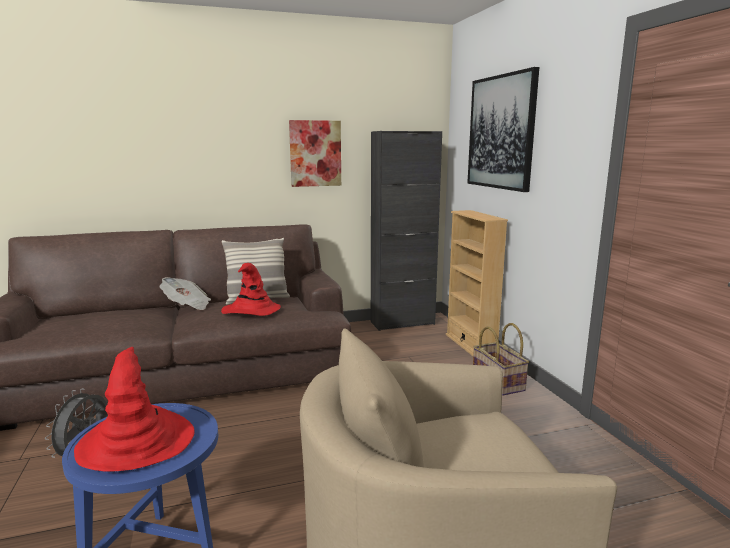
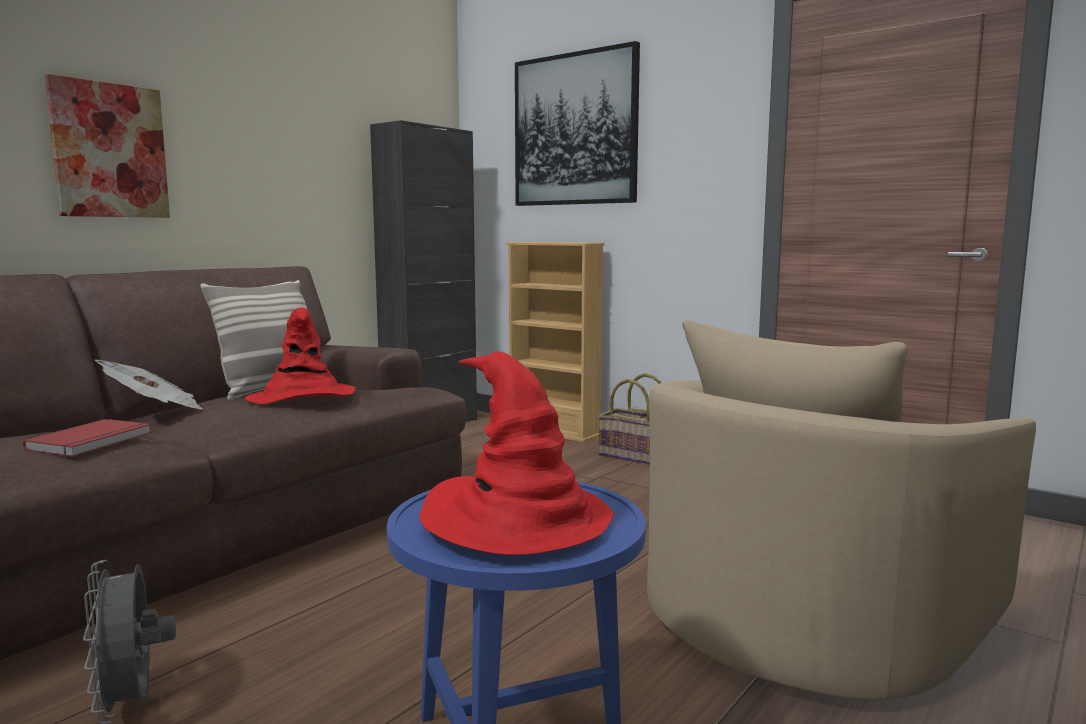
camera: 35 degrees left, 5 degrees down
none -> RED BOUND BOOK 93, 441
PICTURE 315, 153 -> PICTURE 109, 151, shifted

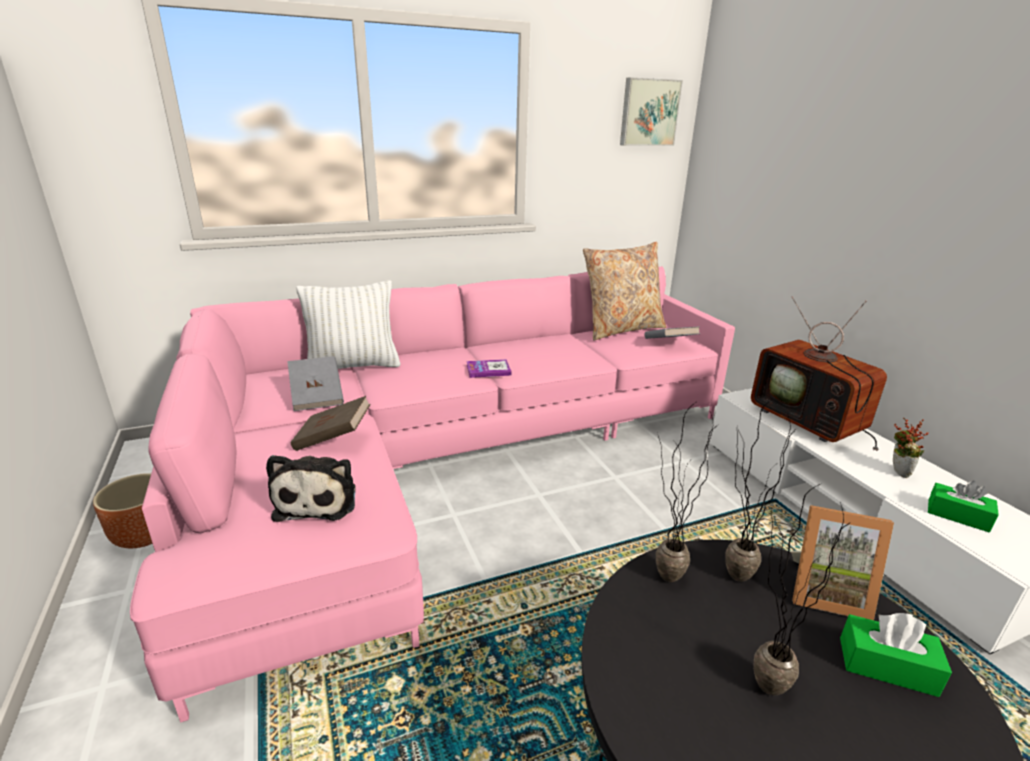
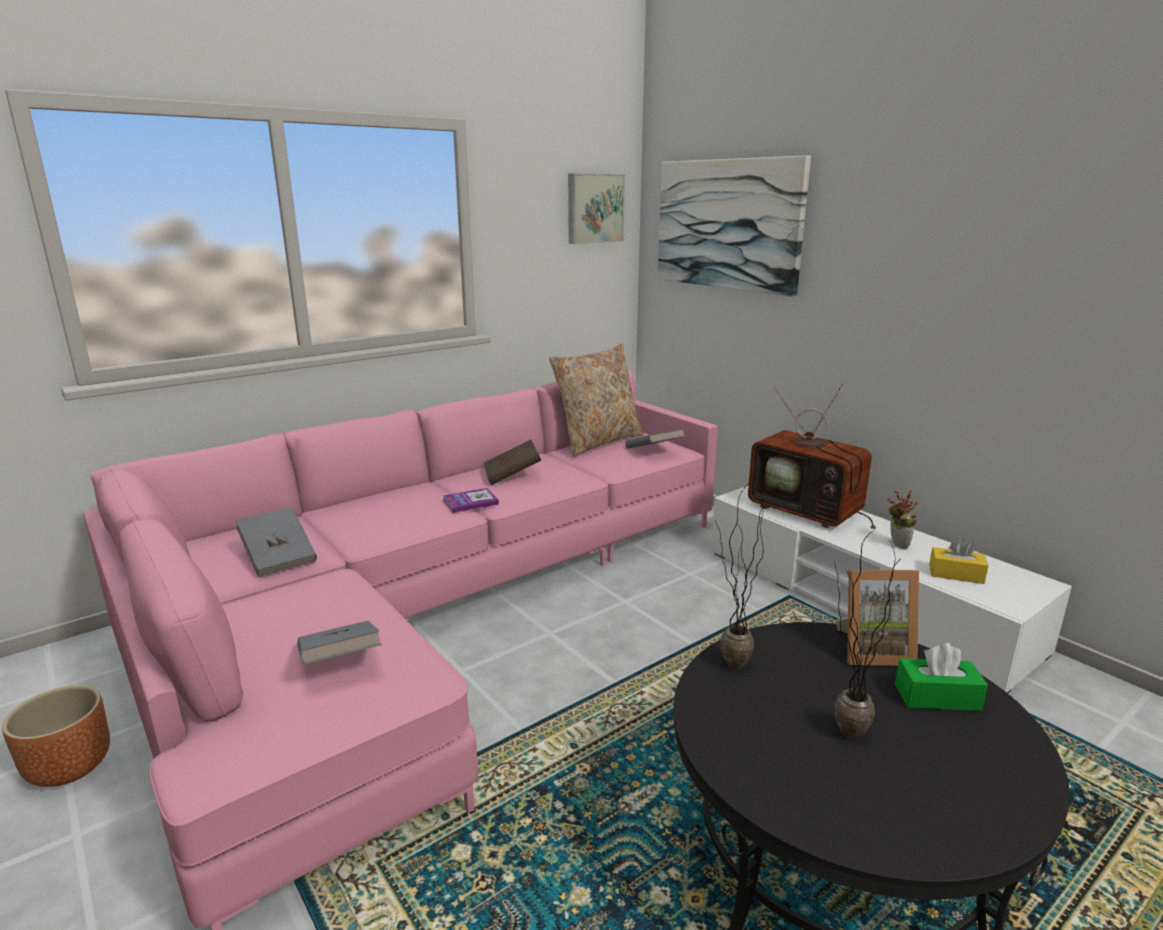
camera: 15 degrees left, 5 degrees down
PLUSH TOY 318, 499 -> GRAY BOUND BOOK 340, 662
BROWN BOUND BOOK 333, 439 -> BROWN BOUND BOOK 512, 476, shifted
none -> PICTURE 728, 224
GREEN-COLOURED TISSUE BOX 957, 515 -> YELLOW-COLOURED TISSUE BOX 956, 574
WHITE-COLOURED THROW PILLOW 354, 366 -> none
PLANT IN A POT 727, 575 -> none

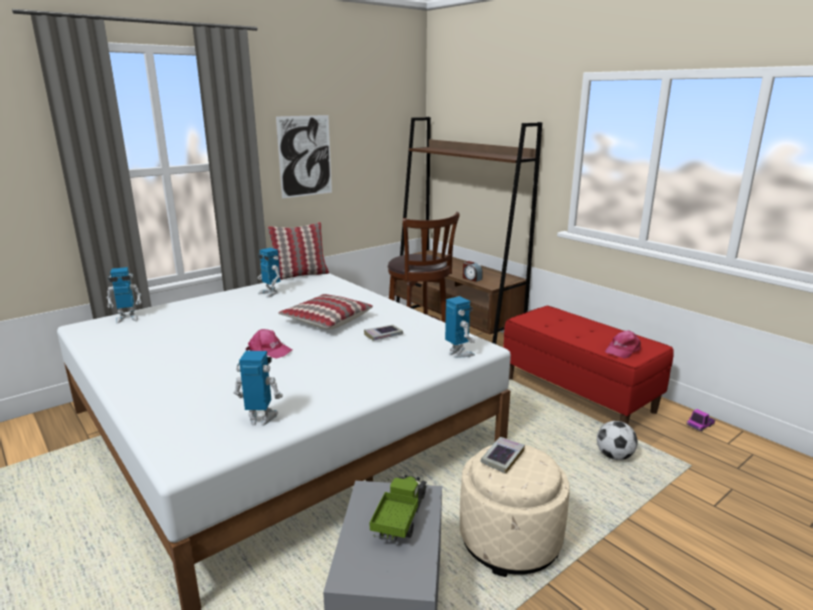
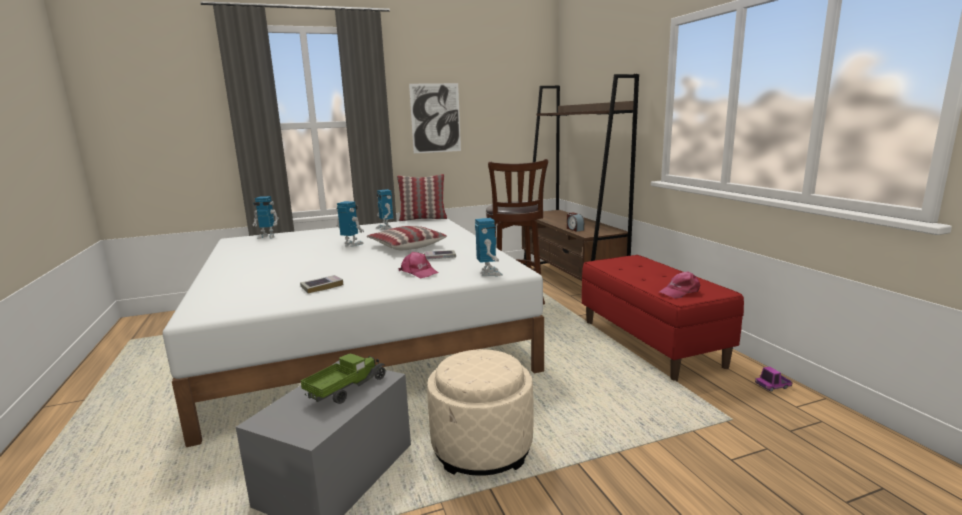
camera: 20 degrees right, 5 degrees down
BOUND BOOK 502, 457 -> BOUND BOOK 322, 287, shifted
TOY ROBOT 261, 419 -> TOY ROBOT 351, 245, shifted
PINKISH BASEBALL CAP 269, 350 -> PINKISH BASEBALL CAP 419, 272, shifted
BALL FOR FOOTBALL 614, 456 -> none

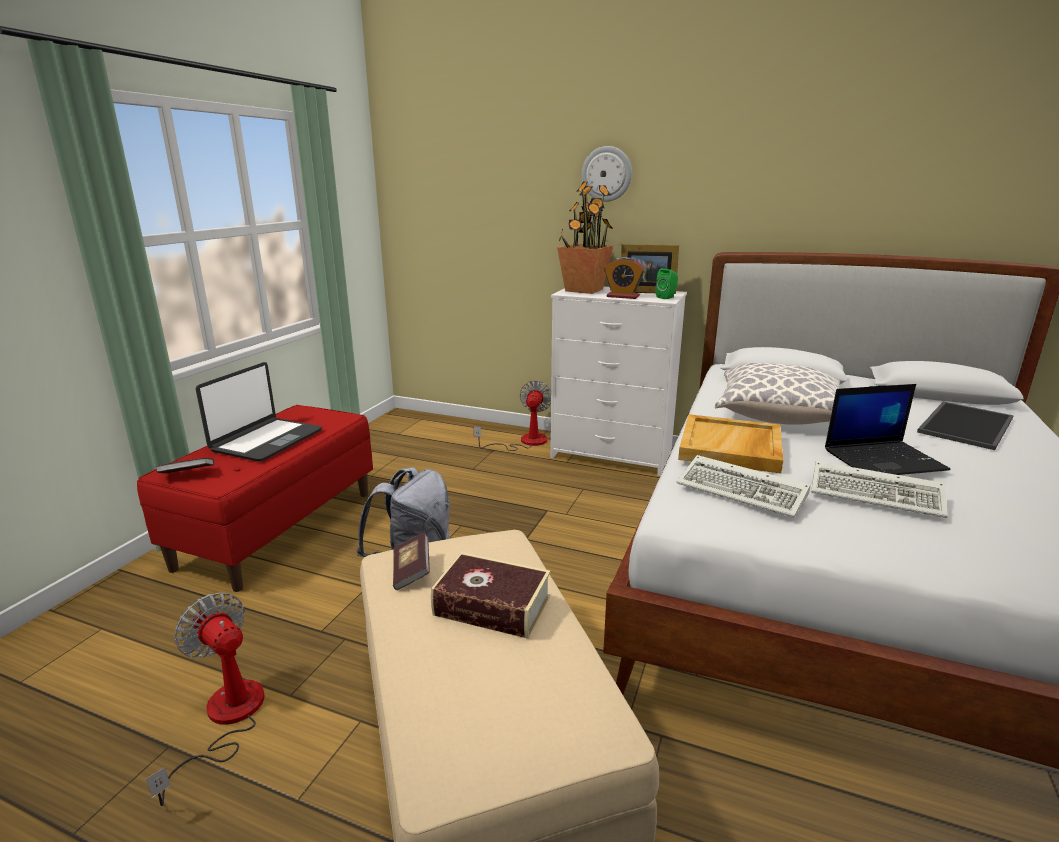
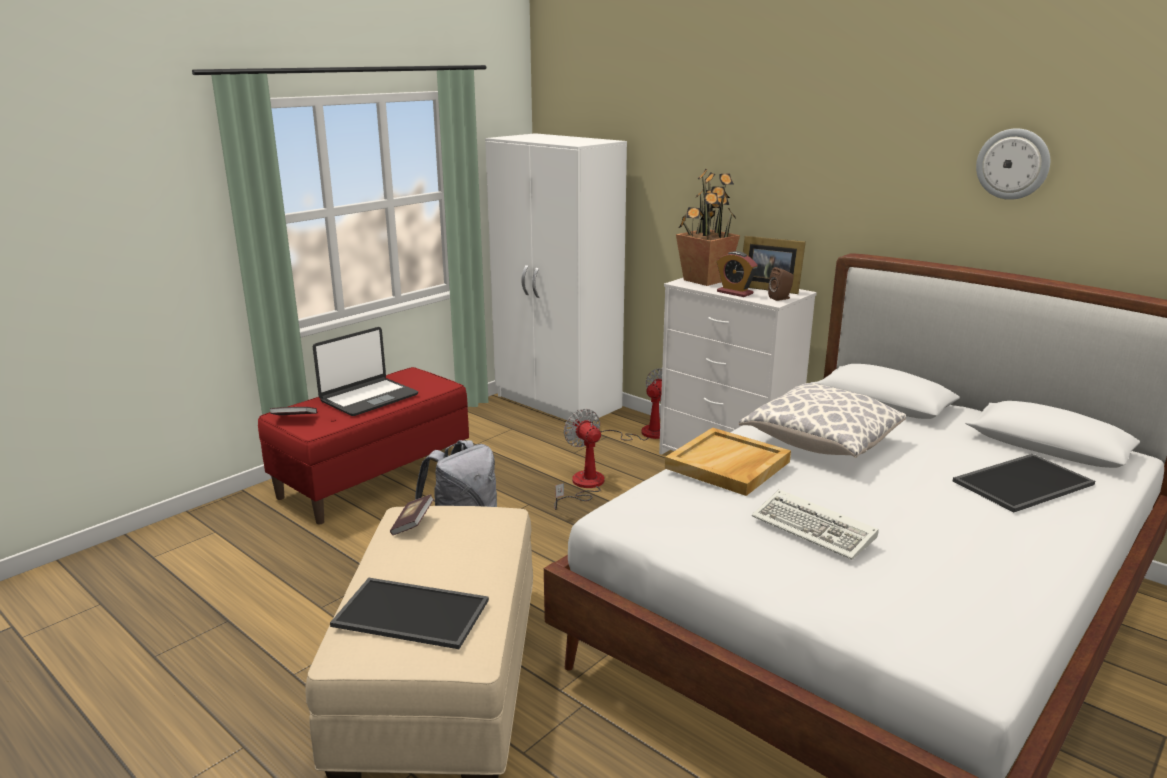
camera: 20 degrees right, 0 degrees up
none -> TRAY 409, 614
none -> WHITE-COLOURED CLOTHES CUPBOARD 558, 402
FAN 225, 720 -> FAN 583, 486, shifted
GREEN-COLOURED AUDIO SPEAKER 667, 297 -> BROWN AUDIO SPEAKER 781, 298
CLOCK ON THE WALL 606, 174 -> CLOCK ON THE WALL 1013, 164, shifted
BOUND BOOK 492, 606 -> none
COMPUTER KEYBOARD 744, 491 -> none
NOTEBOOK COMPUTER 884, 459 -> none

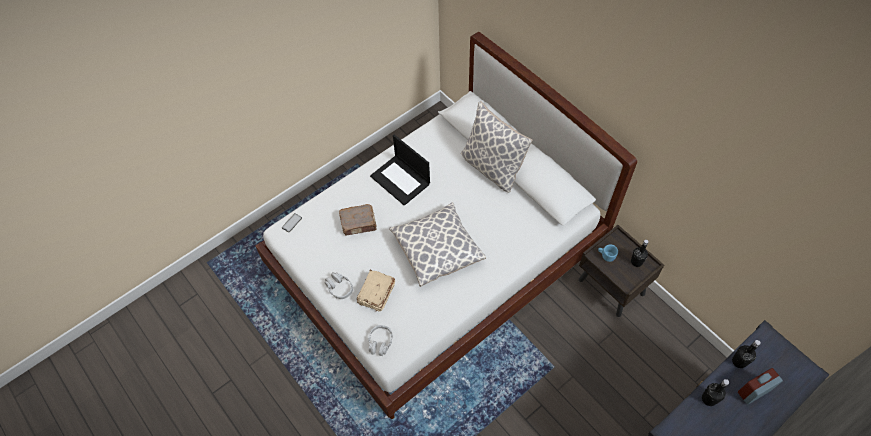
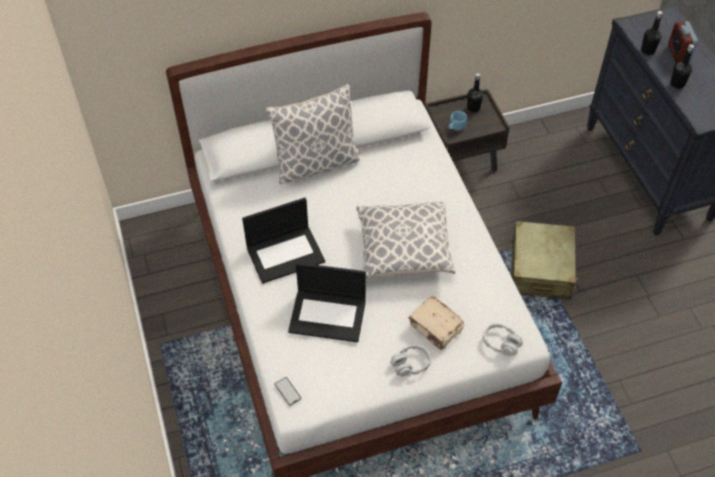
camera: 70 degrees left, 5 degrees down
BROWN BOUND BOOK 359, 223 -> NOTEBOOK COMPUTER 328, 315
none -> SAND-COLOURED SUITCASE 540, 269

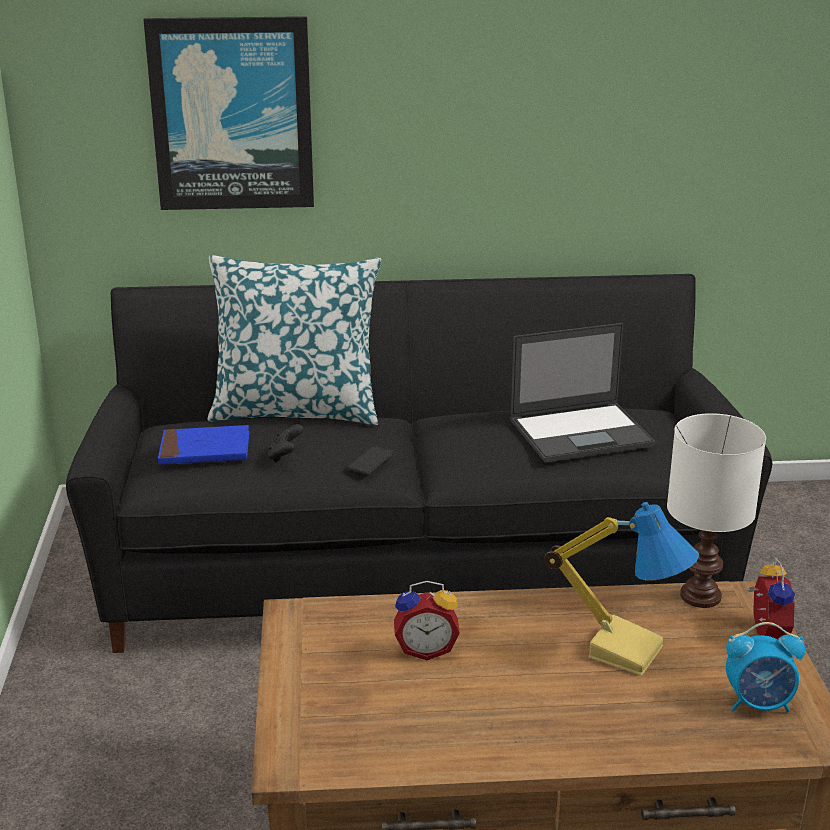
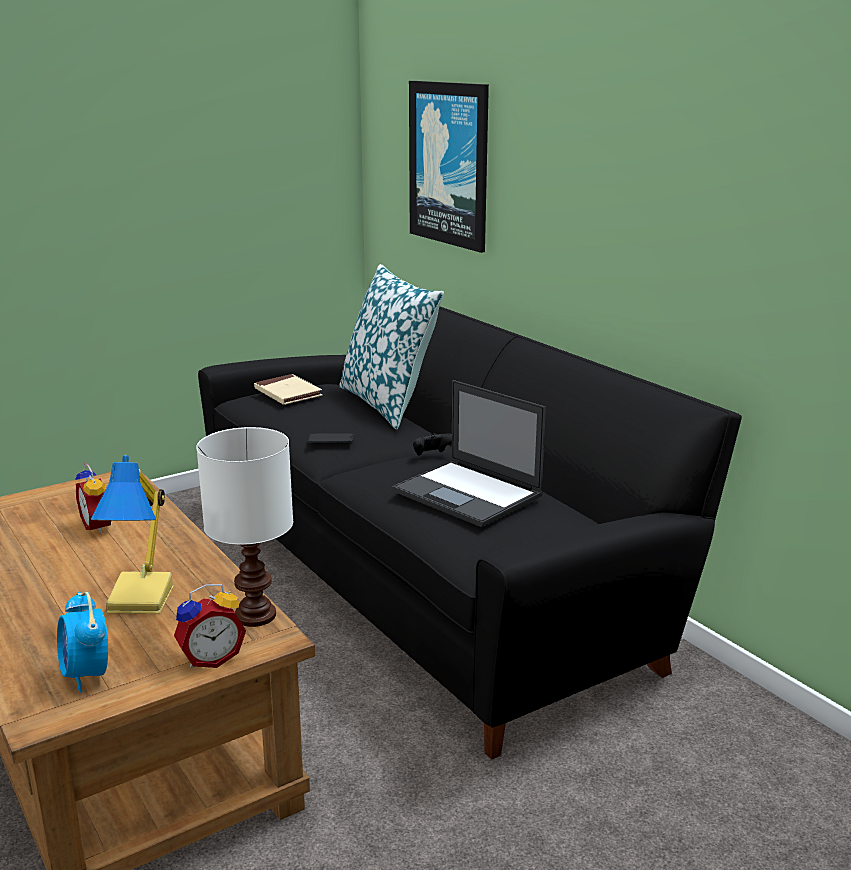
camera: 60 degrees right, 5 degrees down
BLUISH BOUND BOOK 205, 450 -> SAND-COLOURED BOUND BOOK 288, 393
BLACKISH GAMEPAD 285, 456 -> BLACKISH GAMEPAD 432, 455, shifted

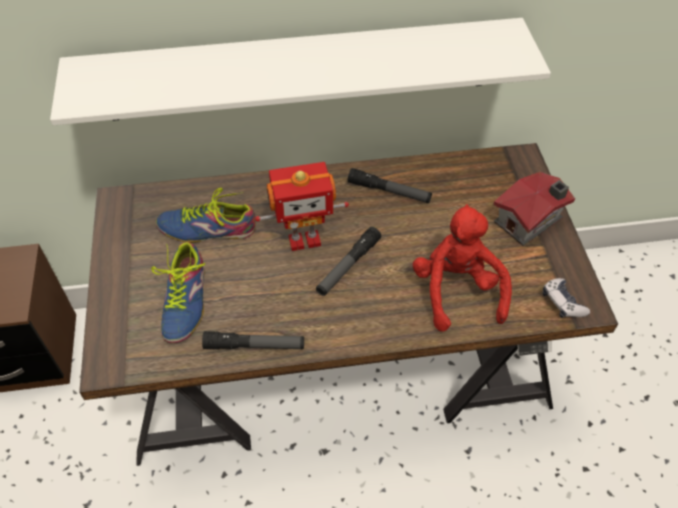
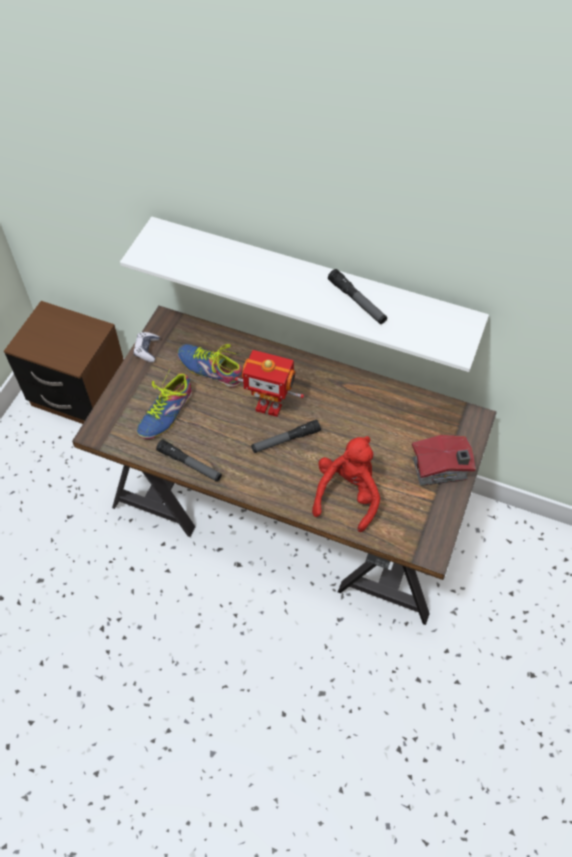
camera: 30 degrees right, 5 degrees up
GAMEPAD 562, 303 -> GAMEPAD 147, 350, shifted
HAND TORCH 389, 191 -> HAND TORCH 357, 301, shifted

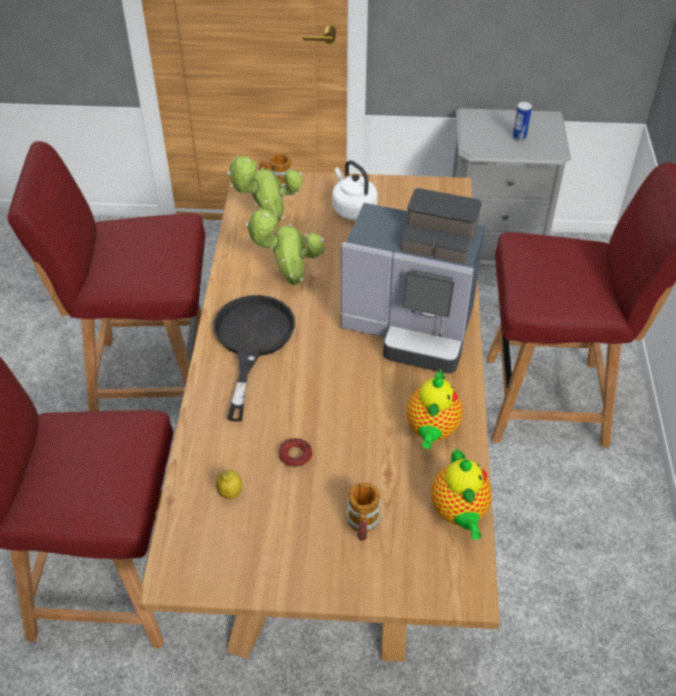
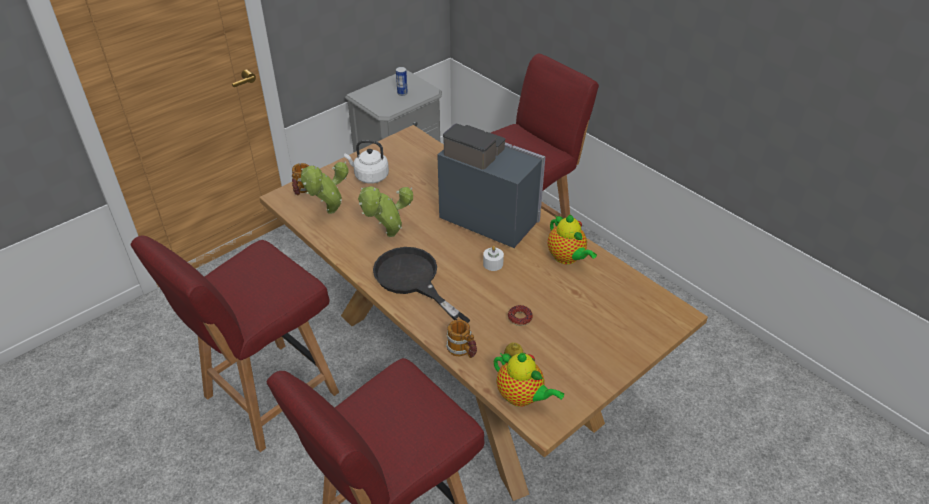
camera: 45 degrees left, 5 degrees down
COFFEE MACHINE 411, 327 -> COFFEE MACHINE 488, 216, 120 degrees counterclockwise
COFFEE MUG 362, 525 -> COFFEE MUG 462, 350, shifted
none -> WHITE-COLOURED CANDLE 493, 264
TEAPOT 459, 513 -> TEAPOT 522, 397, shifted

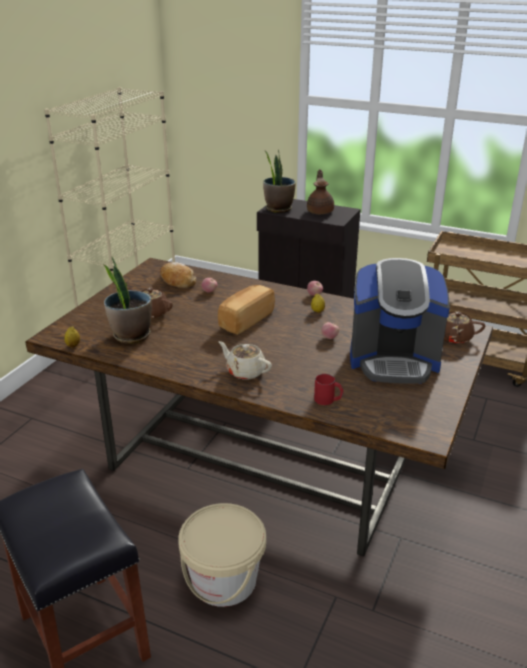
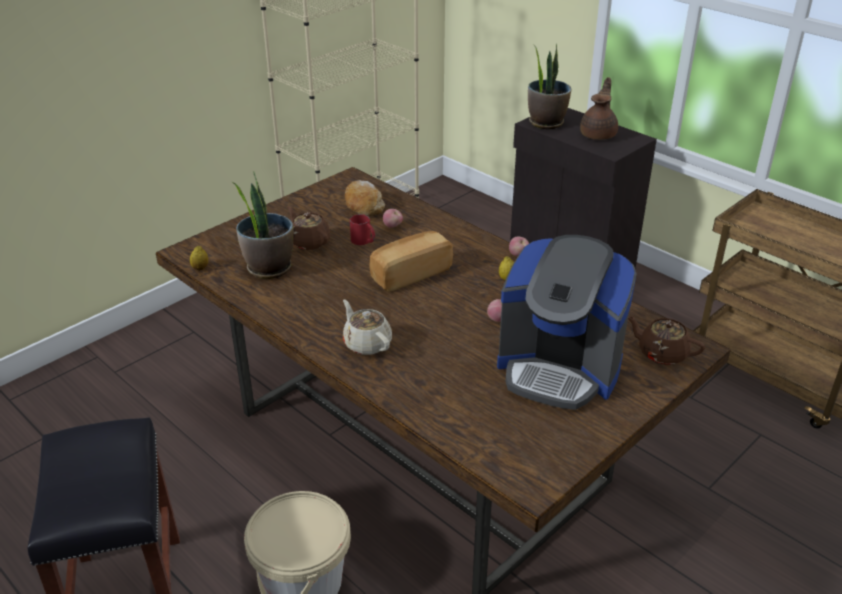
camera: 20 degrees right, 5 degrees up
RED COFFEE MUG 328, 400 -> RED COFFEE MUG 364, 241, shifted

